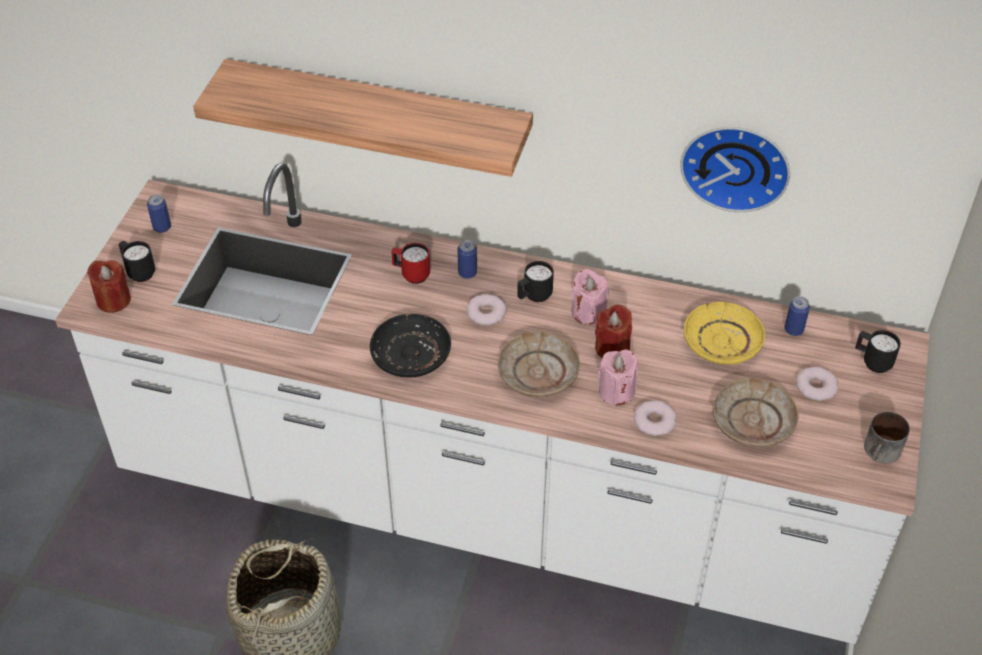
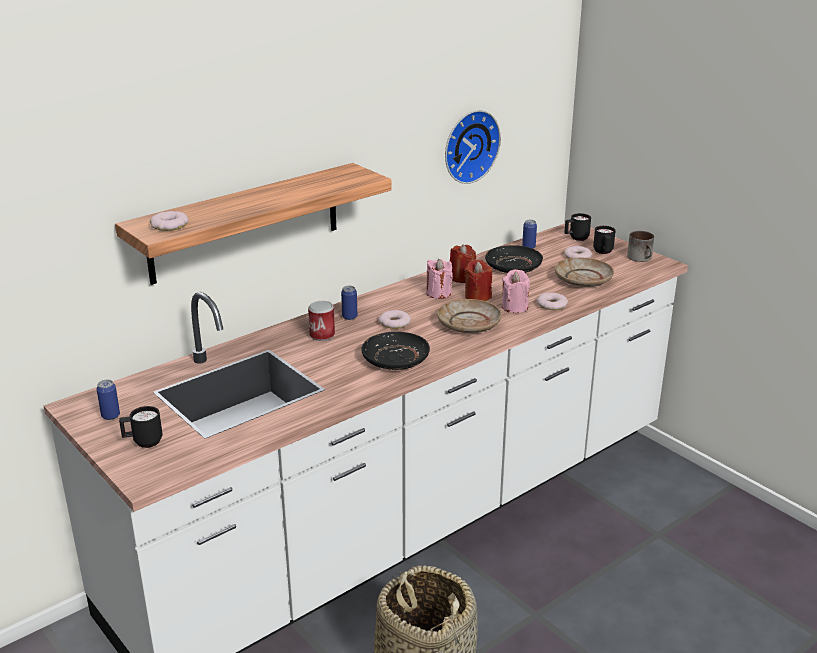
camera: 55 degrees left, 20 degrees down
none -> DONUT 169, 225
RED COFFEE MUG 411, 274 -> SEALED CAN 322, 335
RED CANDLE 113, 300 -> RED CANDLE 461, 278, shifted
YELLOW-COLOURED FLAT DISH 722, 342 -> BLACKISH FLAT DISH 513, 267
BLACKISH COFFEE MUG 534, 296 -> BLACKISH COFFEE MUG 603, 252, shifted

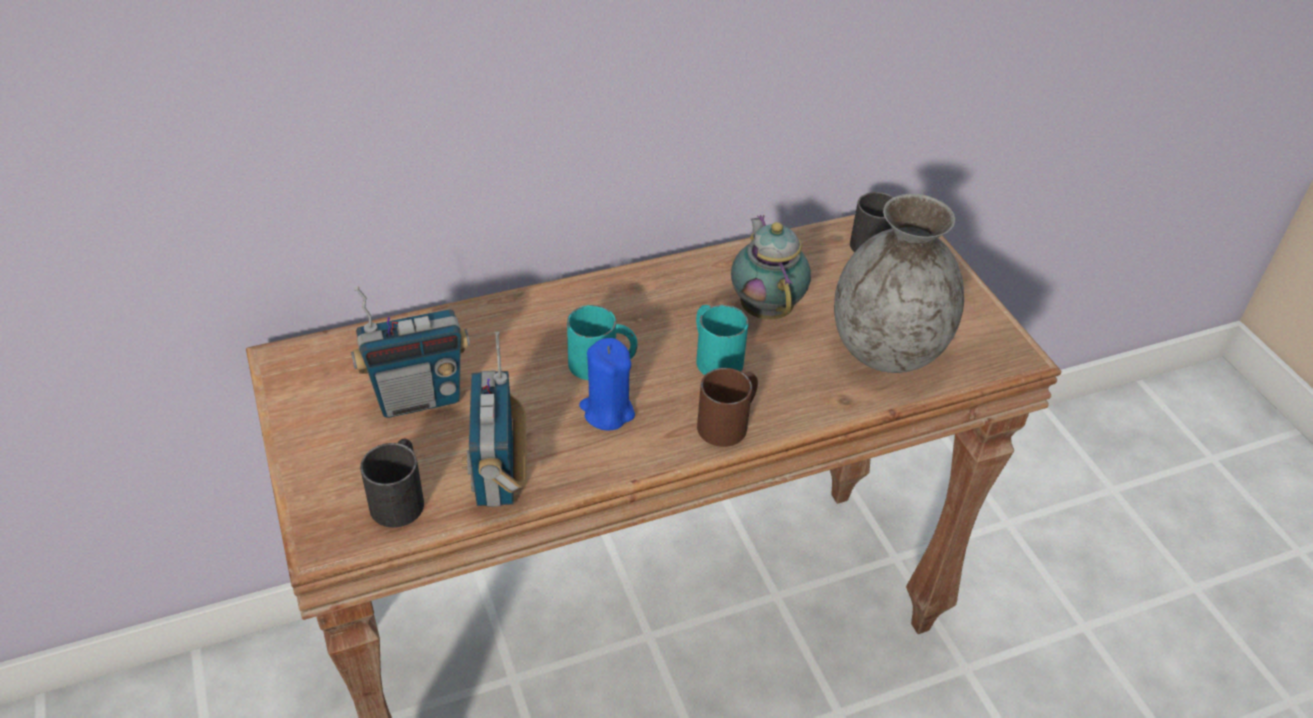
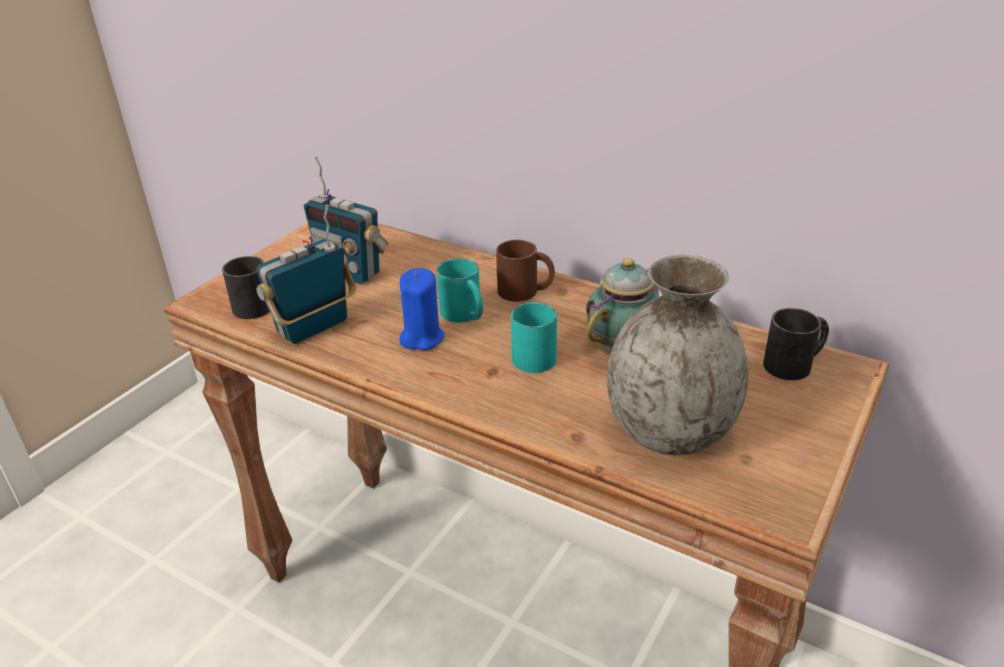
camera: 55 degrees right, 10 degrees down
BROWN COFFEE MUG 729, 422 -> BROWN COFFEE MUG 526, 291, shifted

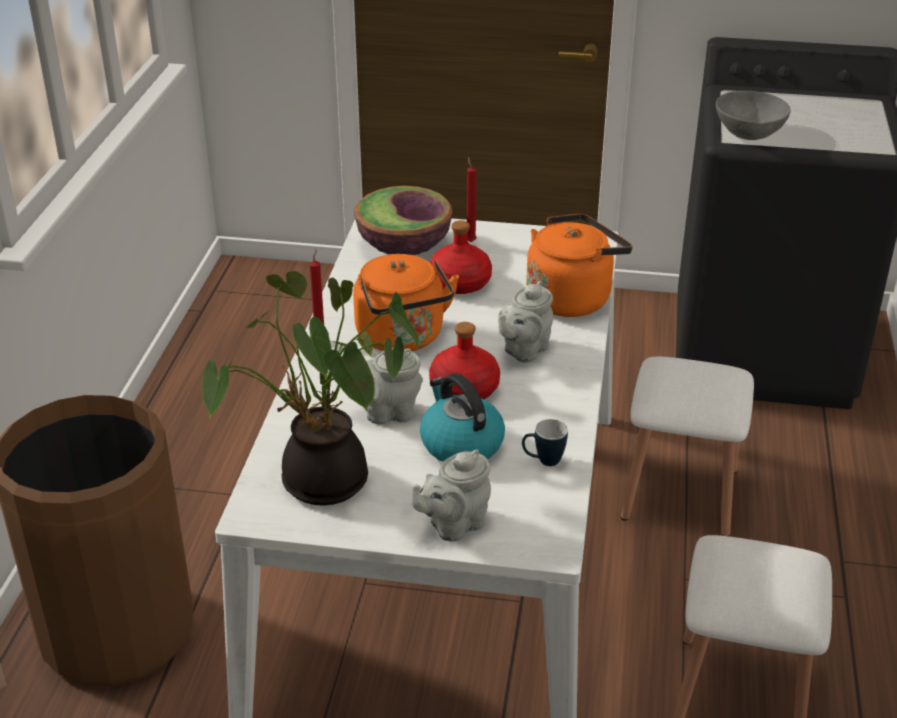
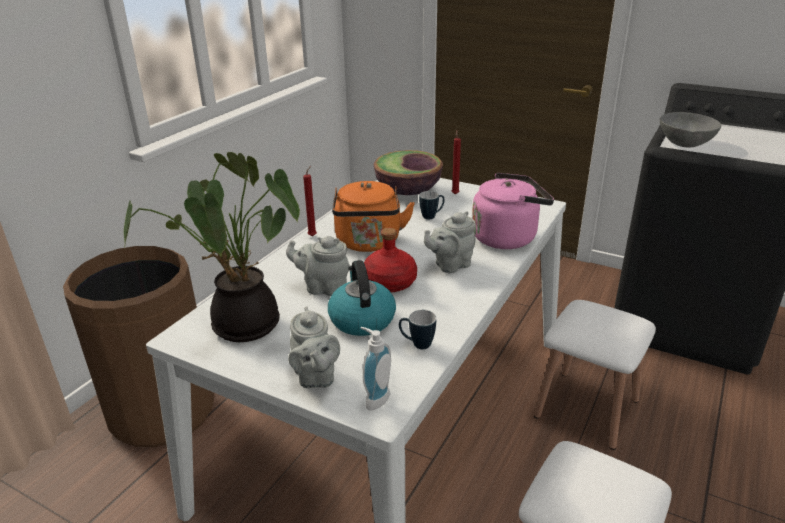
camera: 20 degrees right, 5 degrees down
GRAY TEAPOT 453, 525 -> GRAY TEAPOT 315, 377, 90 degrees counterclockwise
none -> SOAP BOTTLE 374, 398
RED BOTTLE 460, 282 -> COFFEE MUG 432, 216
ORANGE KETTLE 572, 298 -> PINKISH KETTLE 507, 237

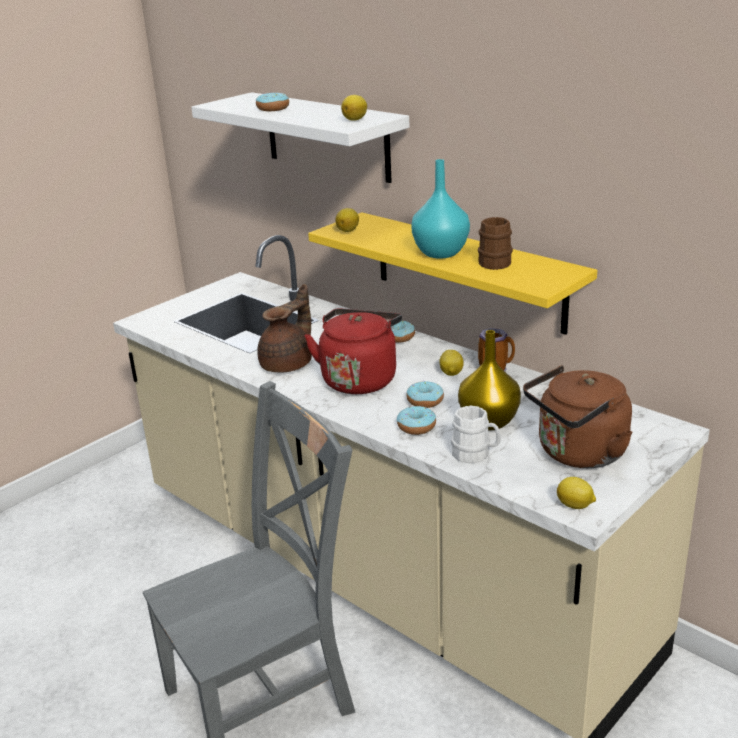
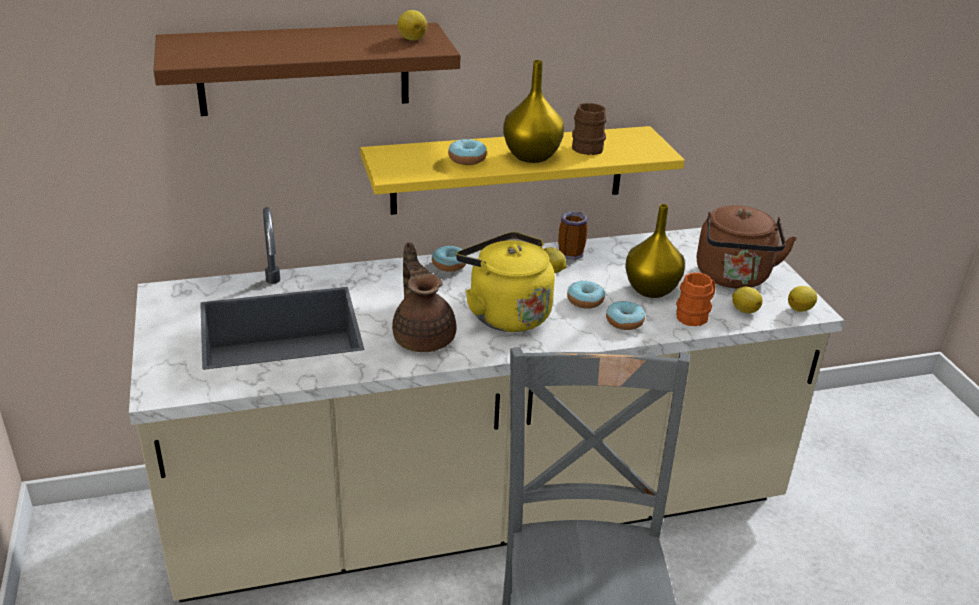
camera: 60 degrees left, 5 degrees up
WHITE-COLOURED BRACKET SHELF 326, 136 -> BROWN BRACKET SHELF 304, 69
DONUT 273, 108 -> DONUT 467, 159, shifted
RED KETTLE 359, 379 -> YELLOW-COLOURED KETTLE 505, 313
TURQUOISE-COLOURED FLOWER VASE 441, 253 -> YELLOW-COLOURED FLOWER VASE 531, 156
WHITE-COLOURED COFFEE MUG 475, 454 -> ORANGE COFFEE MUG 695, 315
CITRUS FRUIT 348, 230 -> CITRUS FRUIT 744, 310, shifted

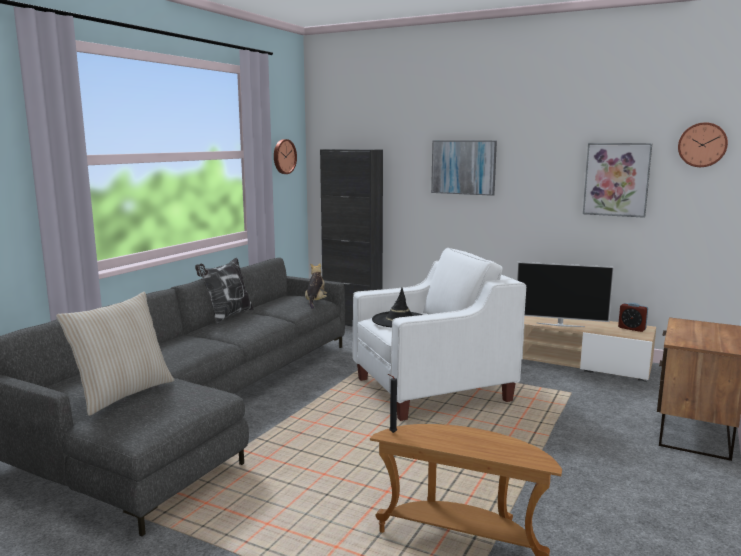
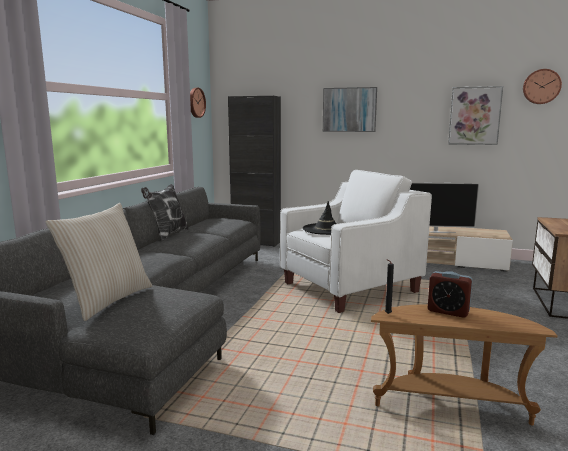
camera: 10 degrees left, 0 degrees up
BEDSIDE CLOCK 631, 328 -> BEDSIDE CLOCK 448, 311, shifted
PLUSH TOY 315, 302 -> none

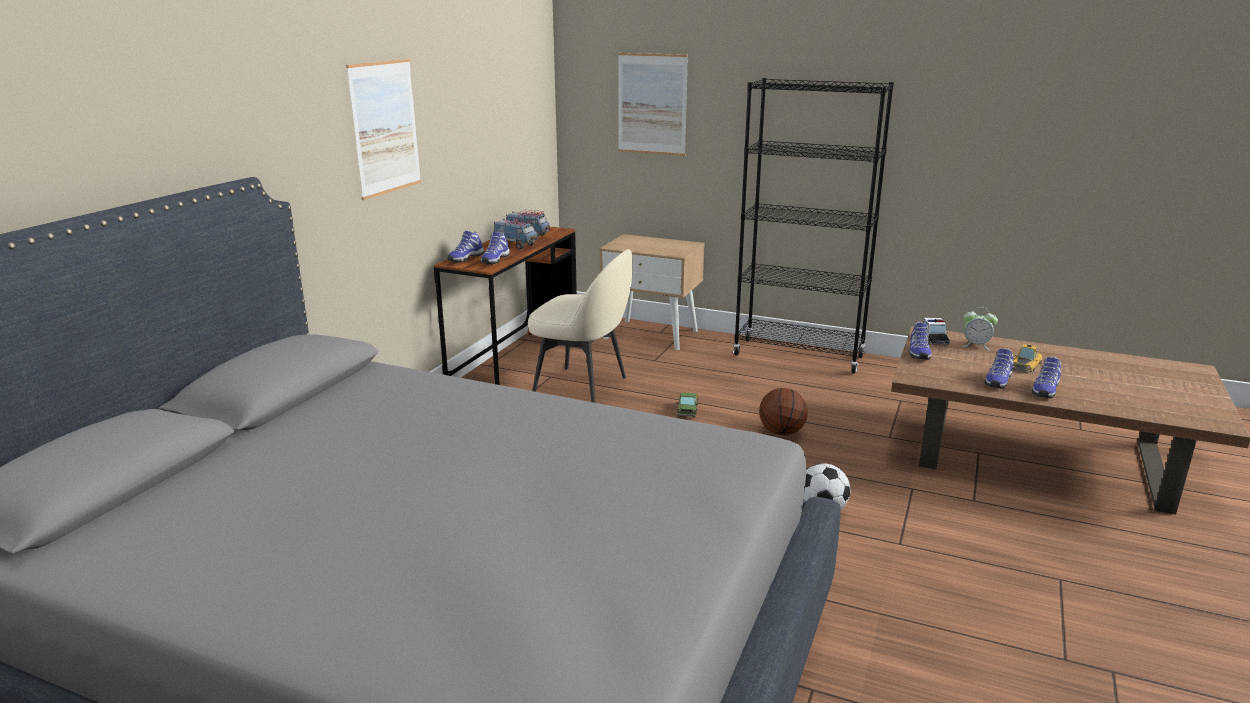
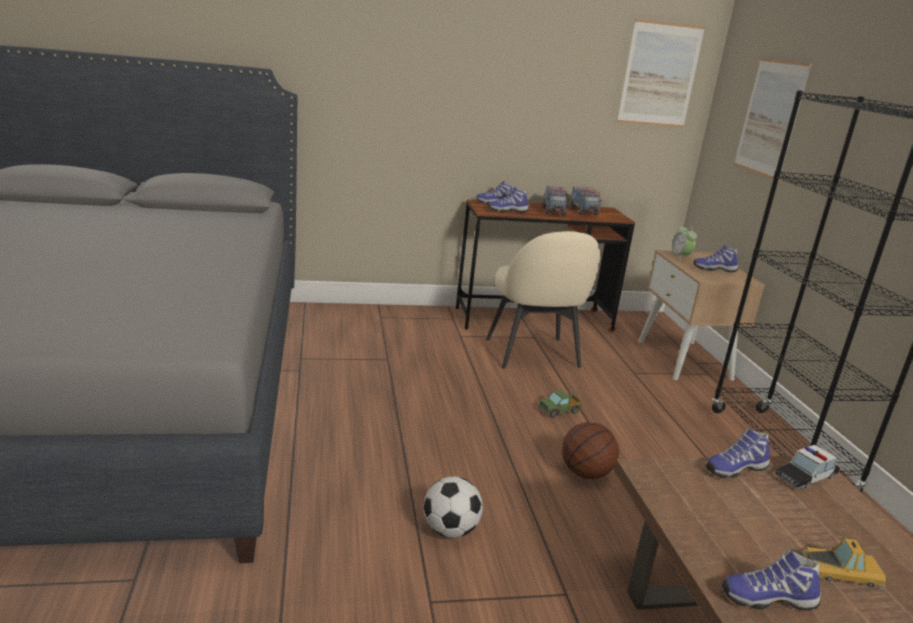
camera: 55 degrees right, 0 degrees up
PICTURE 385, 127 -> PICTURE 660, 75, shifted
BEDSIDE CLOCK 976, 345 -> BEDSIDE CLOCK 680, 257, shifted
ITEM OF FOOTWEAR 997, 381 -> ITEM OF FOOTWEAR 714, 269, shifted

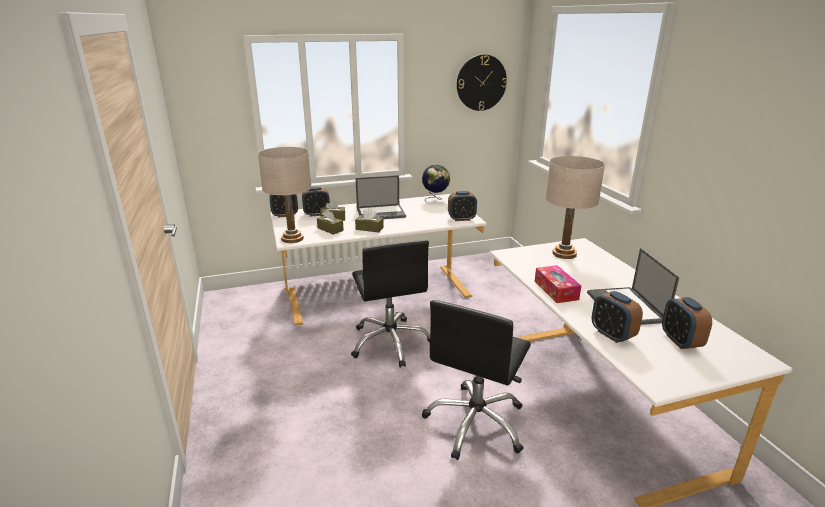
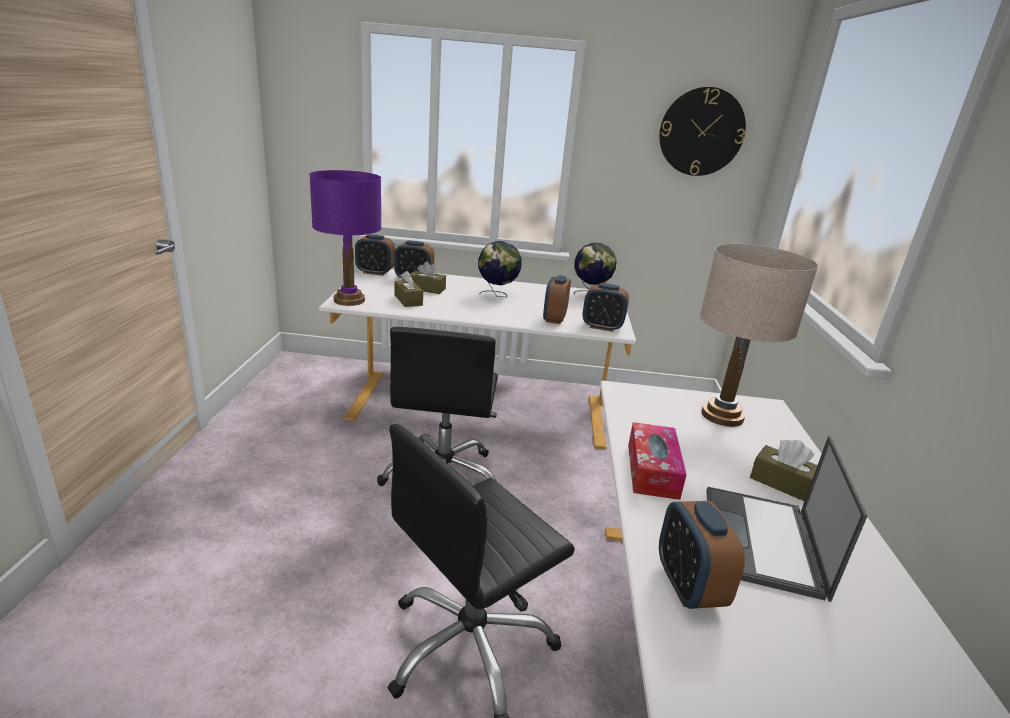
camera: 20 degrees right, 0 degrees up
SAND-COLOURED TABLE LAMP 292, 238 -> PURPLE-COLOURED TABLE LAMP 349, 300
NOTEBOOK COMPUTER 381, 213 -> GLOBE 497, 295
BEDSIDE CLOCK 680, 341 -> BEDSIDE CLOCK 554, 319, shifted
BROWN TISSUE BOX 369, 228 -> BROWN TISSUE BOX 783, 484, shifted

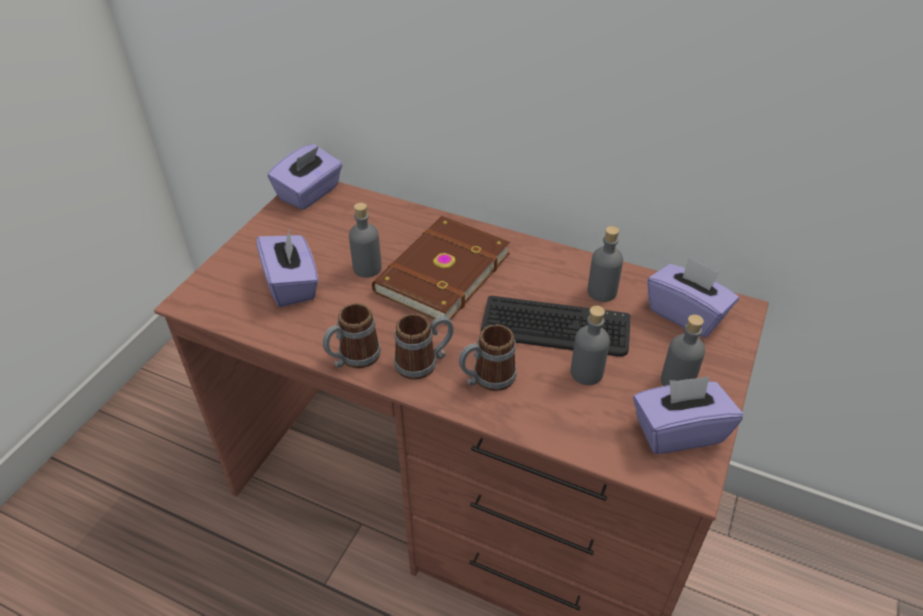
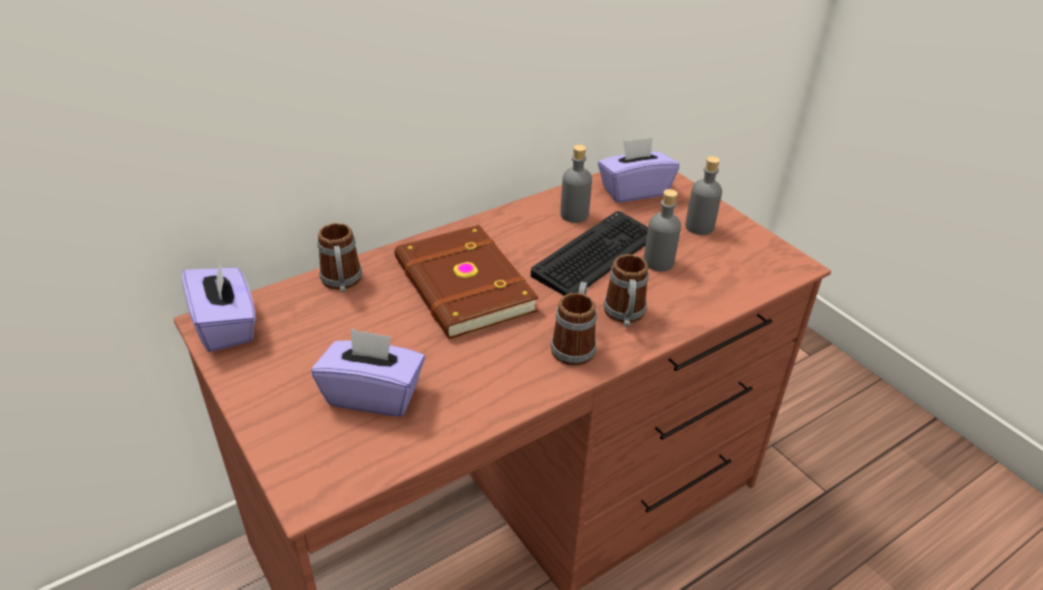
camera: 60 degrees left, 5 degrees down
COFFEE MUG 353, 358 -> COFFEE MUG 342, 283, shifted
GRAY BOTTLE 367, 268 -> none
PURPLE-COLOURED TISSUE BOX 678, 431 -> none

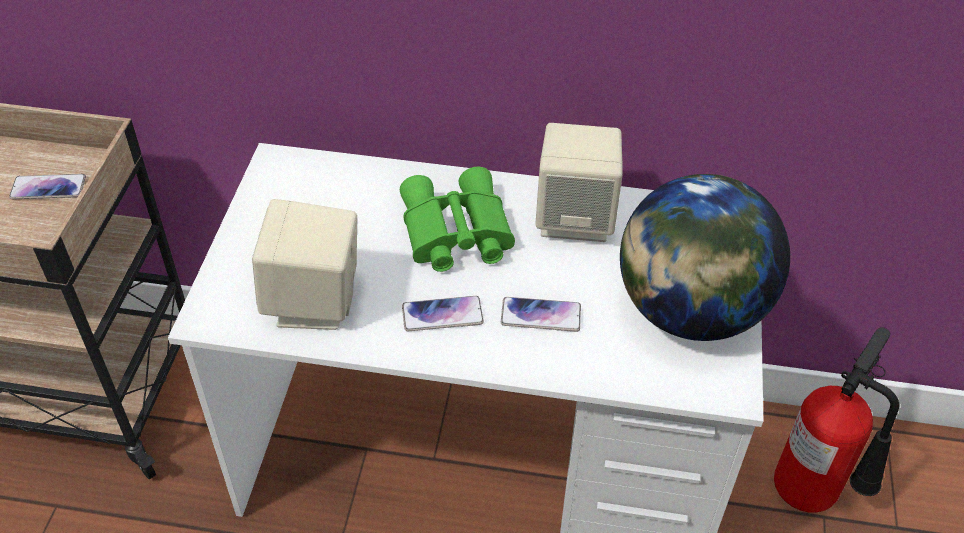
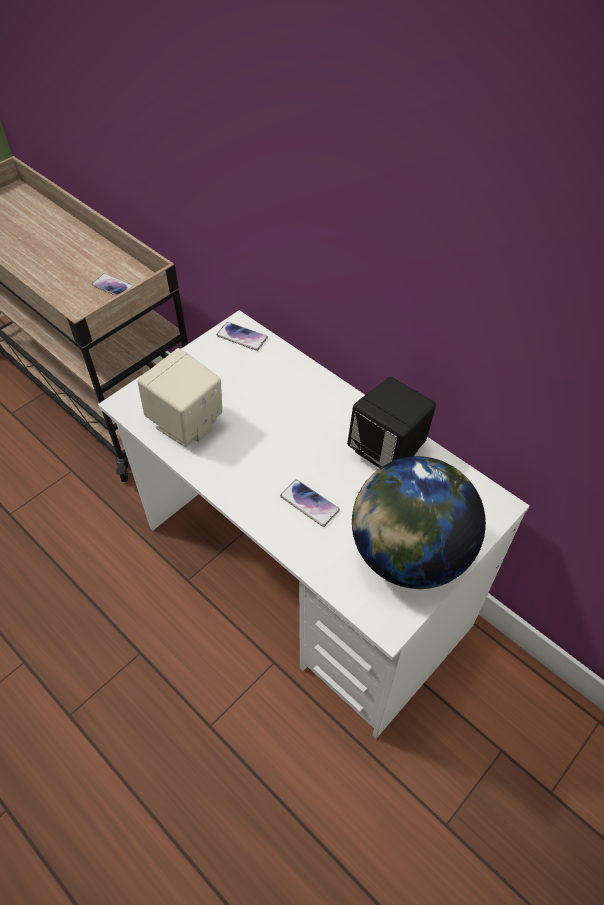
camera: 35 degrees right, 5 degrees up
PHONE 442, 315 -> PHONE 242, 337, shifted
SAND-COLOURED AUDIO SPEAKER 575, 218 -> BLACKISH AUDIO SPEAKER 387, 451
GREEN-COLOURED BINOCULARS 454, 233 -> none
EXTINGUISHER 815, 492 -> none

